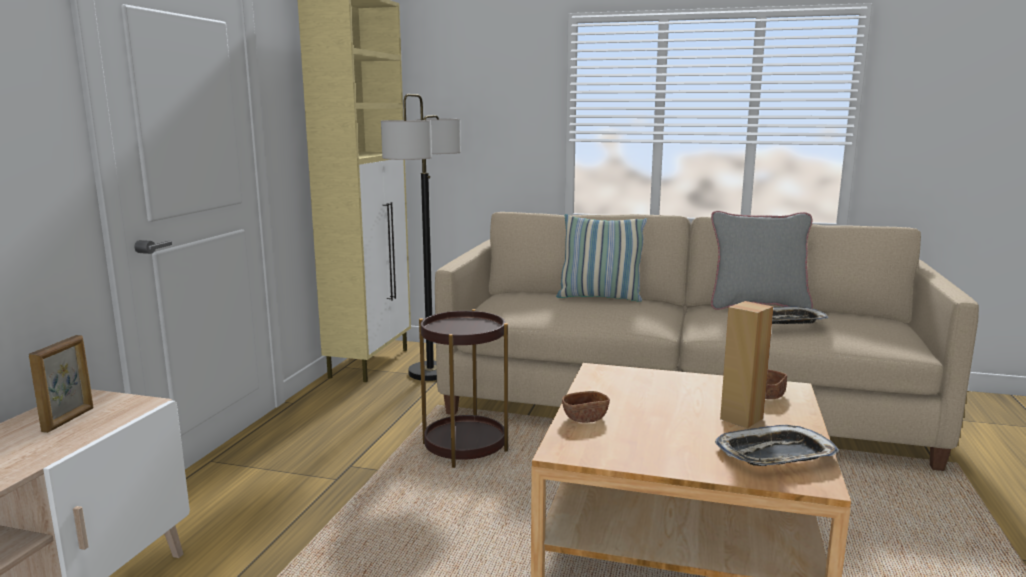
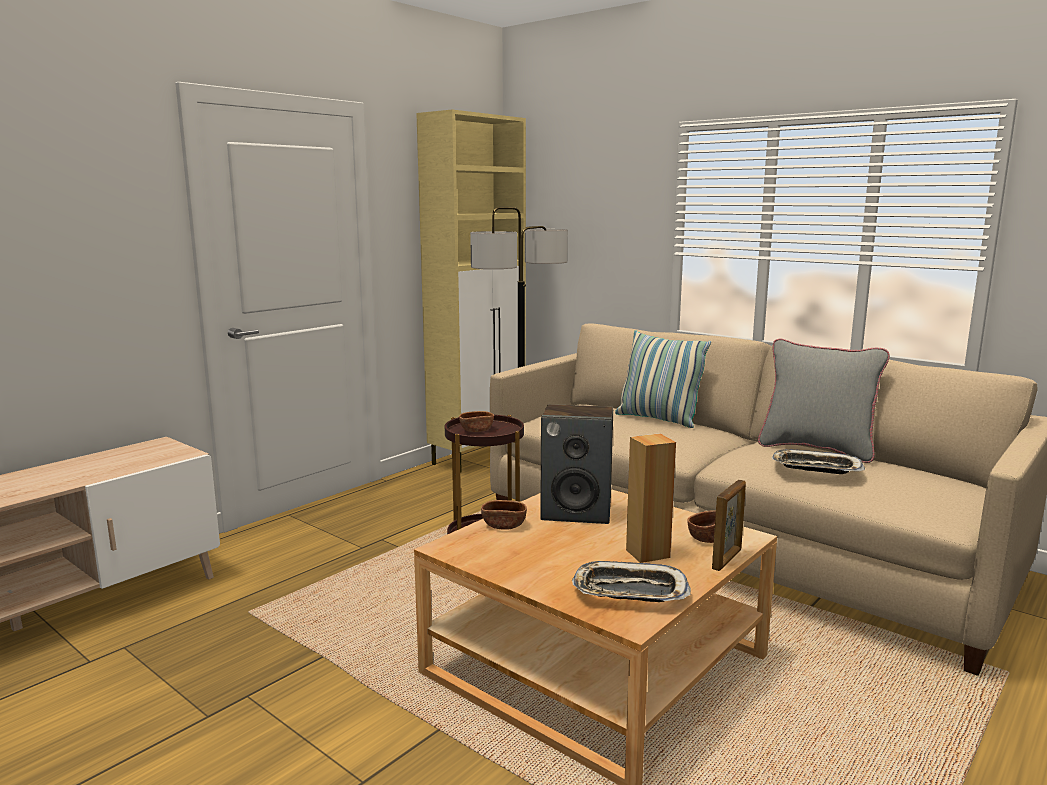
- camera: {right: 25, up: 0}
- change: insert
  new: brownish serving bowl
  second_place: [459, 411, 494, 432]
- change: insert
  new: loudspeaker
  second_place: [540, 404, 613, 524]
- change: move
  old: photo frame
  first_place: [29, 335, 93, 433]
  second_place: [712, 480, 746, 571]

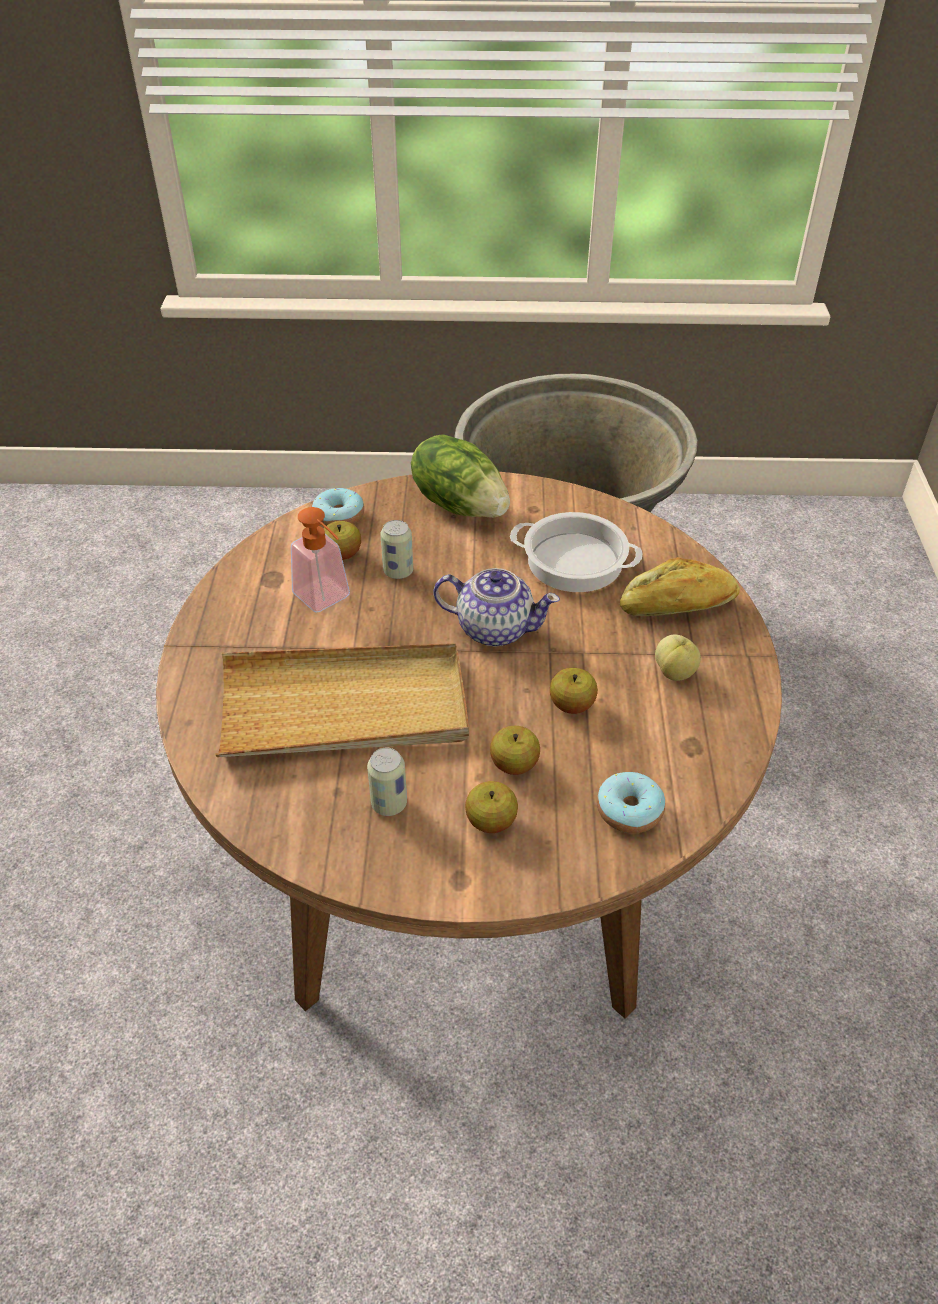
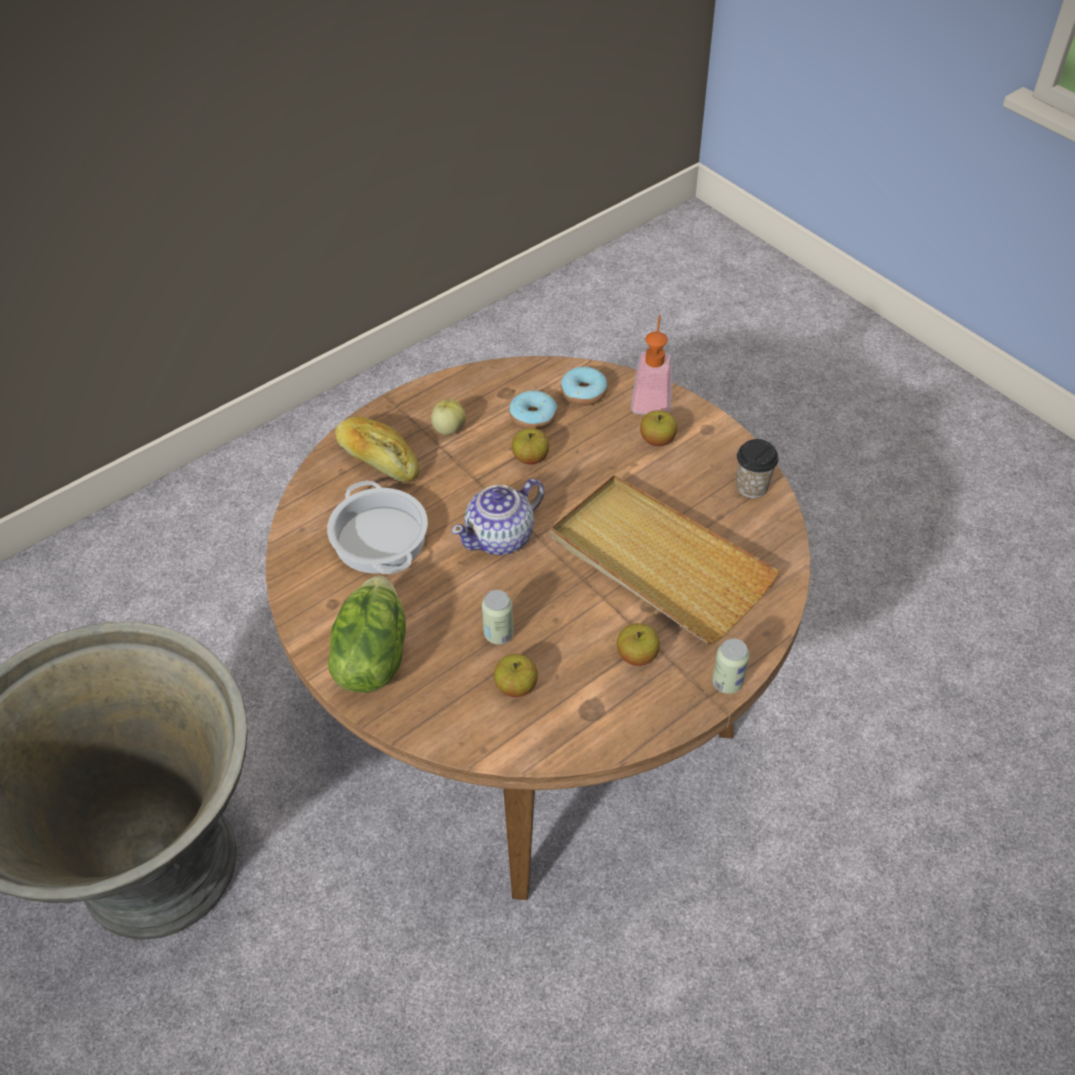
- camera: {right: -130, up: 5}
- change: insert
  new: drinking cup
  second_place: [736, 439, 779, 498]
- change: move
  old: soap bottle
  first_place: [291, 507, 350, 613]
  second_place: [631, 315, 672, 415]
- change: move
  old: donut
  first_place: [312, 488, 364, 525]
  second_place: [509, 390, 557, 430]
- change: move
  old: metal can
  first_place: [367, 748, 407, 816]
  second_place: [712, 639, 750, 694]
- change: move
  old: whole apple
  first_place: [490, 726, 540, 775]
  second_place: [617, 623, 660, 666]
- change: rotate
  old: tea pot
  first_place: [433, 568, 560, 646]
  second_place: [451, 479, 544, 555]
  degrees: -105

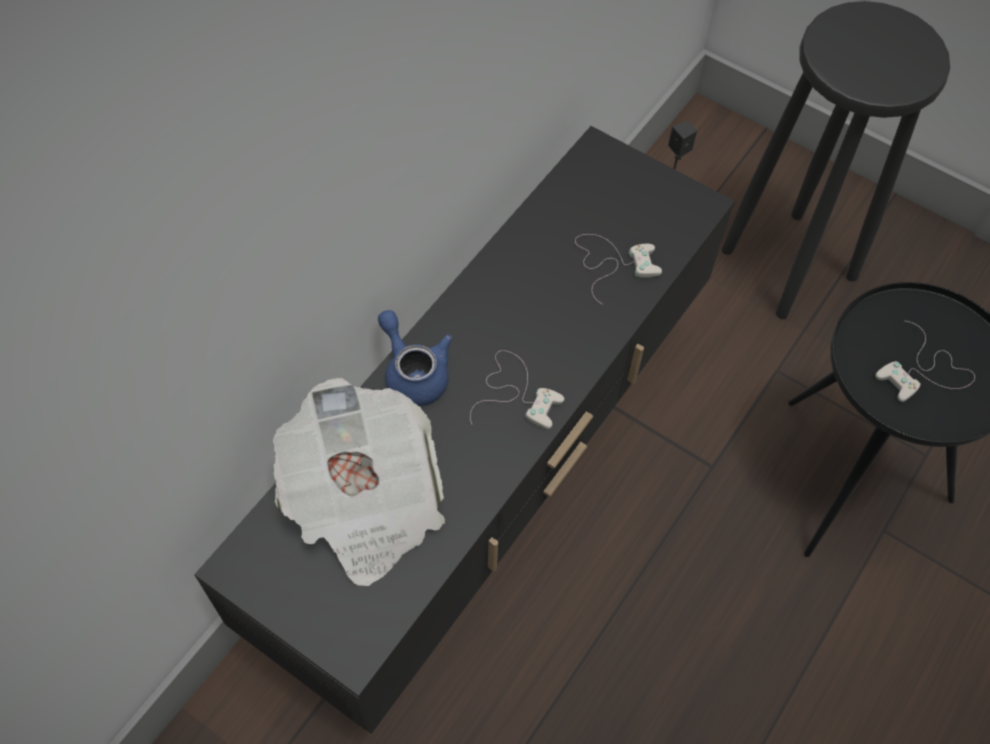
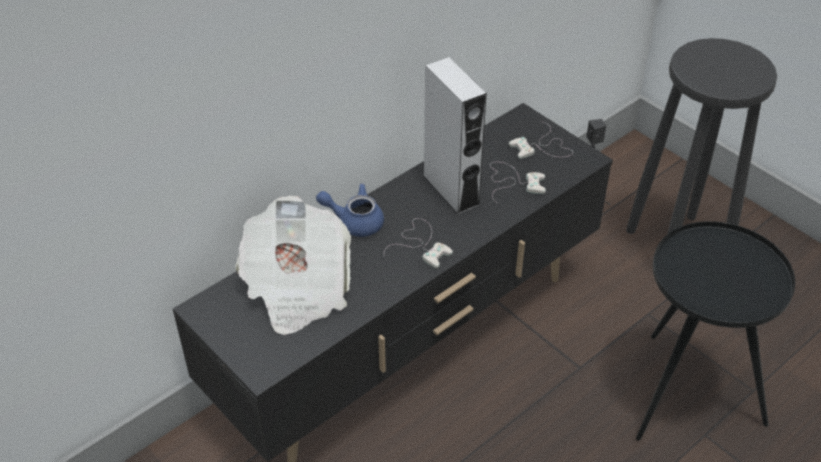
- camera: {right: 15, up: -15}
- change: insert
  new: greyish loudspeaker
  second_place: [423, 57, 487, 215]
- change: move
  old: white-coloured joypad
  first_place: [875, 321, 975, 402]
  second_place: [509, 121, 573, 159]
- change: rotate
  old: blue-coloured tea pot
  first_place: [378, 310, 452, 406]
  second_place: [316, 184, 384, 237]
  degrees: -60

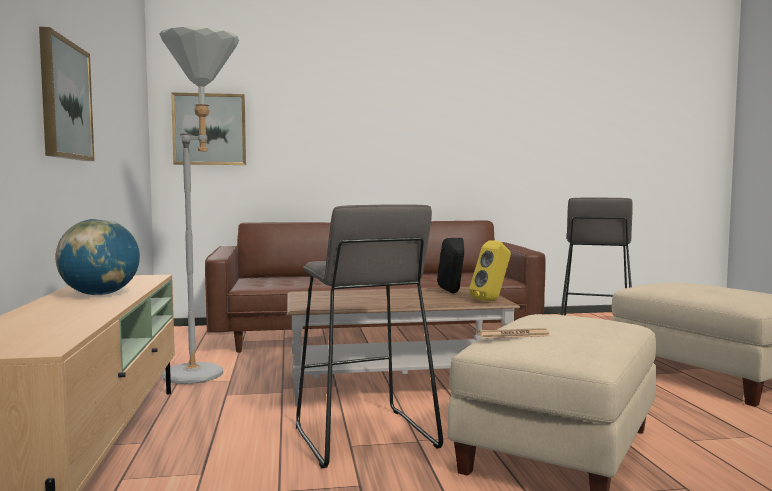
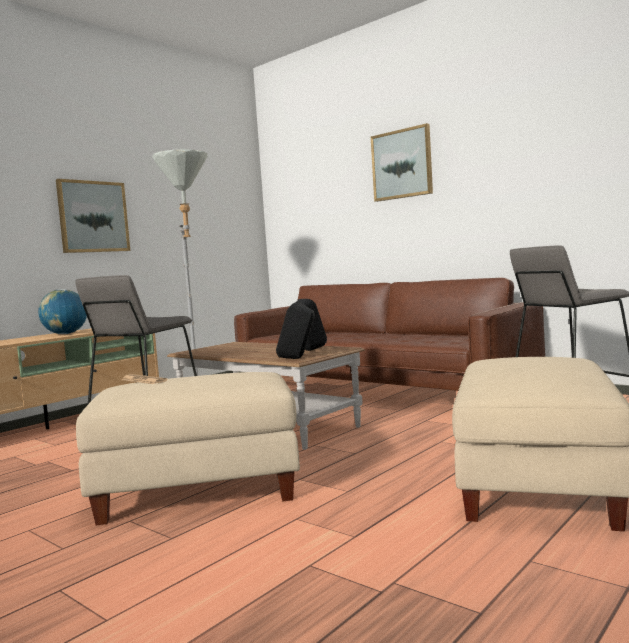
- camera: {right: 50, up: 0}
- change: move
  old: wall art
  first_place: [171, 92, 246, 165]
  second_place: [371, 123, 433, 202]
- change: recolor
  old: yellow-coloured loudspeaker
  new: blackish loudspeaker
  first_place: [469, 241, 511, 301]
  second_place: [276, 302, 315, 359]

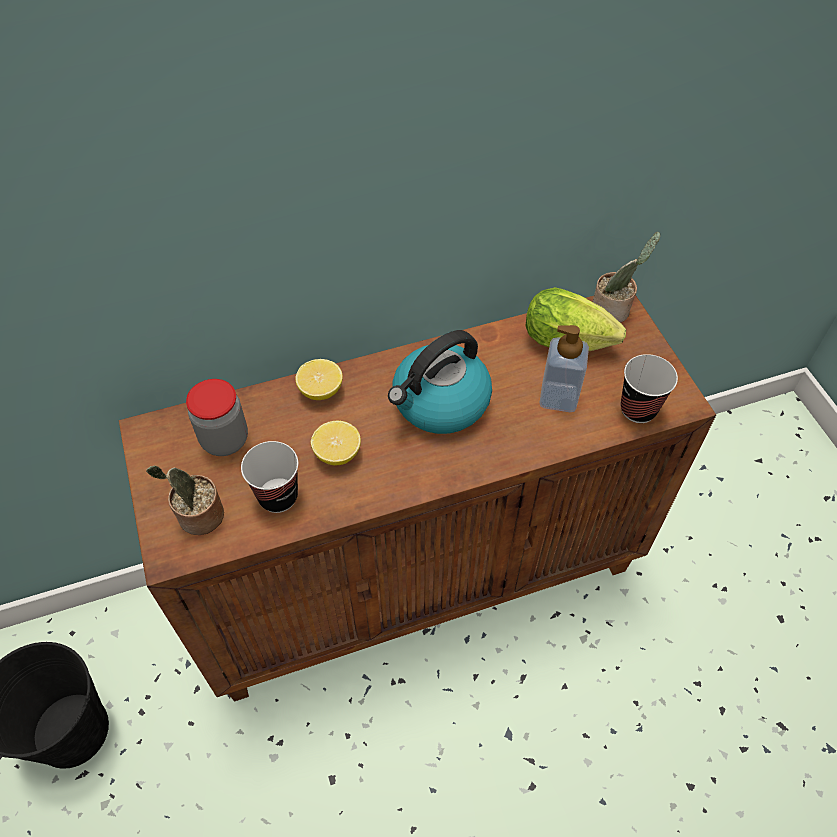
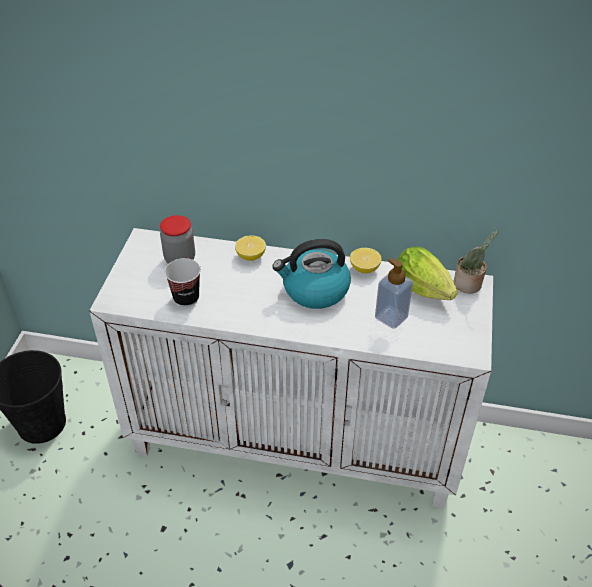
- camera: {right: 30, up: -10}
- change: delete
  old: houseplant
  first_place: [146, 466, 224, 535]
- change: delete
  old: drinking cup
  first_place: [621, 354, 678, 423]
- change: move
  old: whole lemon
  first_place: [311, 421, 361, 466]
  second_place: [350, 248, 381, 273]
- change: recolor
  old: brownish storage cabinet
  new: white-coloured storage cabinet
  first_place: [119, 295, 716, 702]
  second_place: [89, 228, 493, 508]

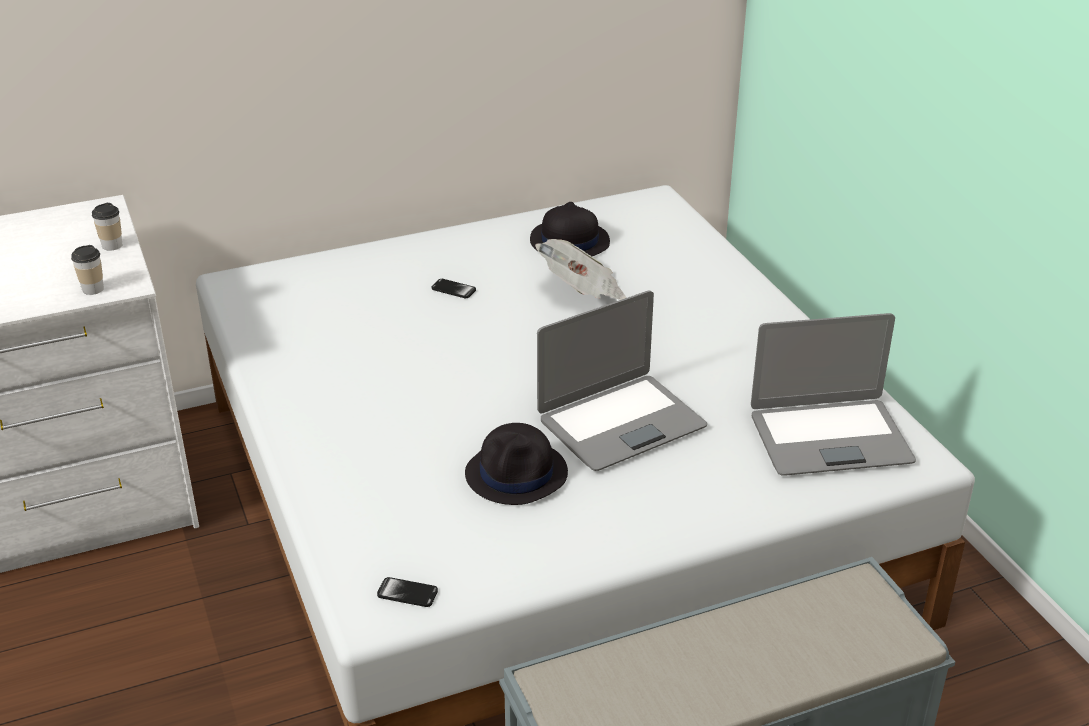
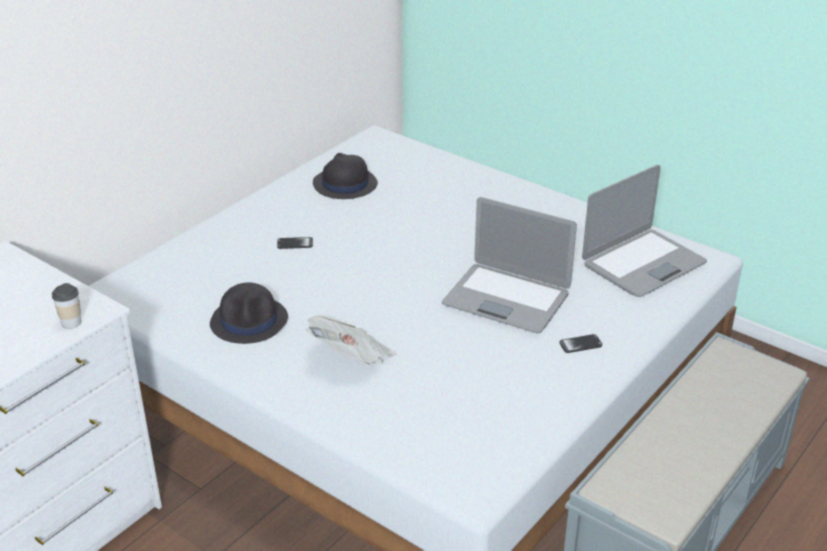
- camera: {right: -30, up: 0}
- change: delete
  old: drinking cup
  first_place: [92, 203, 123, 251]
- change: move
  old: handset
  first_place: [377, 577, 438, 607]
  second_place: [559, 334, 602, 353]
- change: move
  old: blackish wearable hat
  first_place: [465, 423, 568, 505]
  second_place: [210, 283, 288, 344]
- change: move
  old: daily paper
  first_place: [535, 239, 626, 300]
  second_place: [306, 315, 396, 364]
- change: rotate
  old: portable computer
  first_place: [537, 290, 707, 471]
  second_place: [442, 197, 577, 333]
  degrees: 90

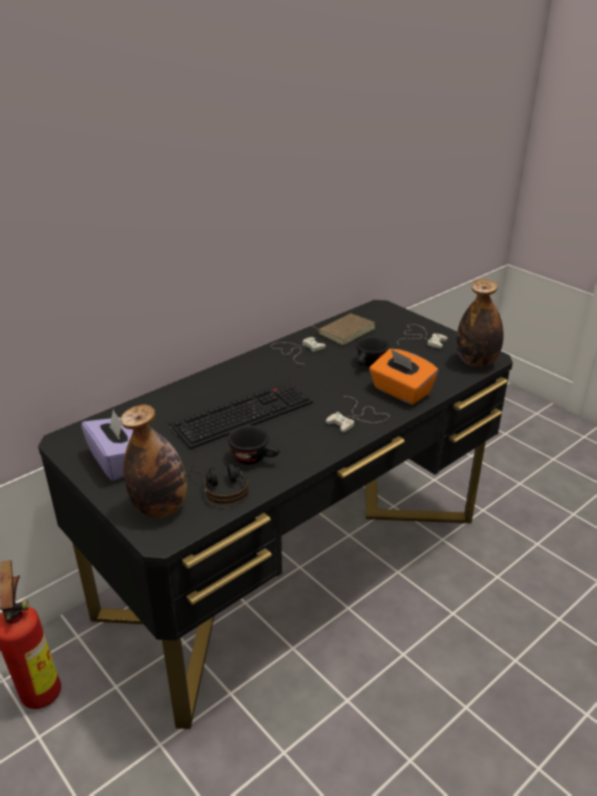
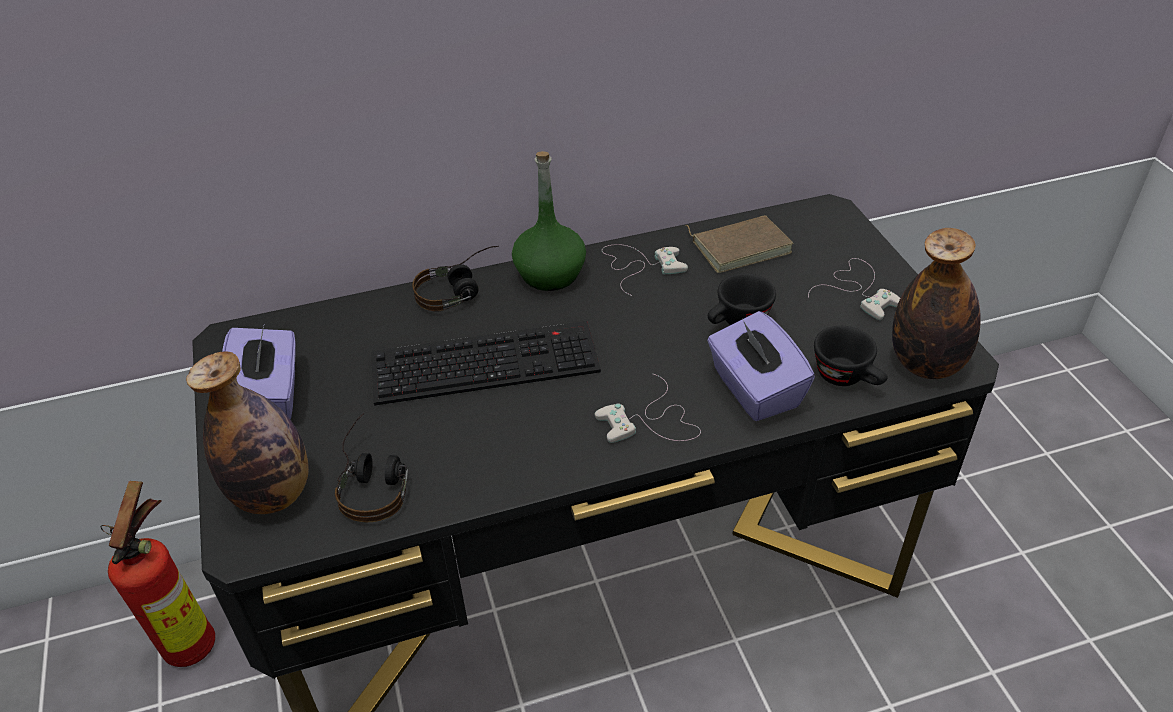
- camera: {right: 25, up: 10}
- change: insert
  new: headphones
  second_place: [412, 246, 499, 311]
- change: insert
  new: green-coloured bottle
  second_place: [512, 151, 586, 291]
- change: move
  old: blackish drinking cup
  first_place: [228, 425, 280, 465]
  second_place: [814, 326, 888, 386]
- change: recolor
  old: orangey box of tissues
  new: purple-coloured box of tissues
  first_place: [369, 349, 438, 405]
  second_place: [707, 311, 815, 421]

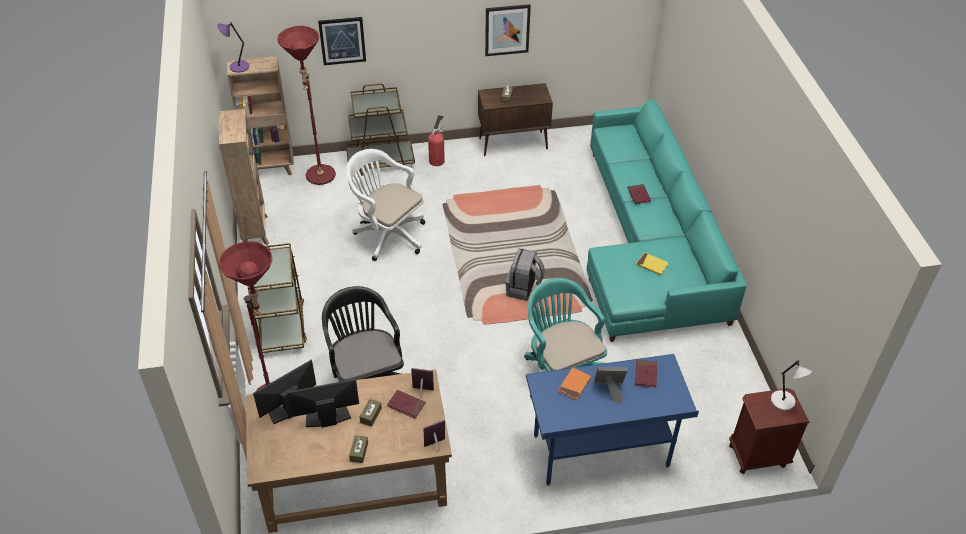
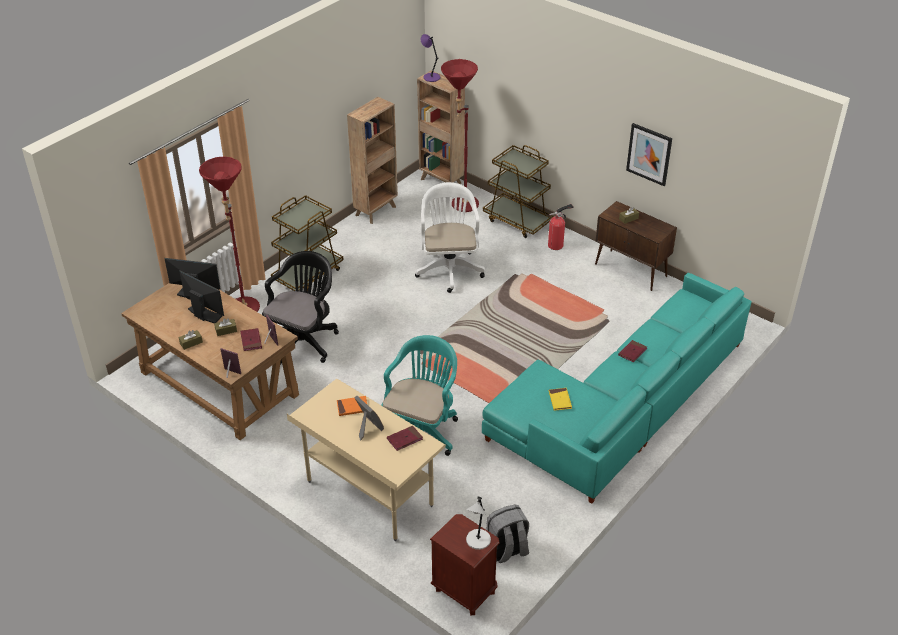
- camera: {right: 50, up: -5}
- change: delete
  old: wall art
  first_place: [318, 17, 366, 65]
- change: move
  old: greyish rucksack
  first_place: [506, 248, 545, 301]
  second_place: [486, 505, 529, 563]
- change: recolor
  old: blue-coloured desk table
  new: sand-coloured desk table
  first_place: [526, 354, 699, 486]
  second_place: [287, 379, 446, 541]

